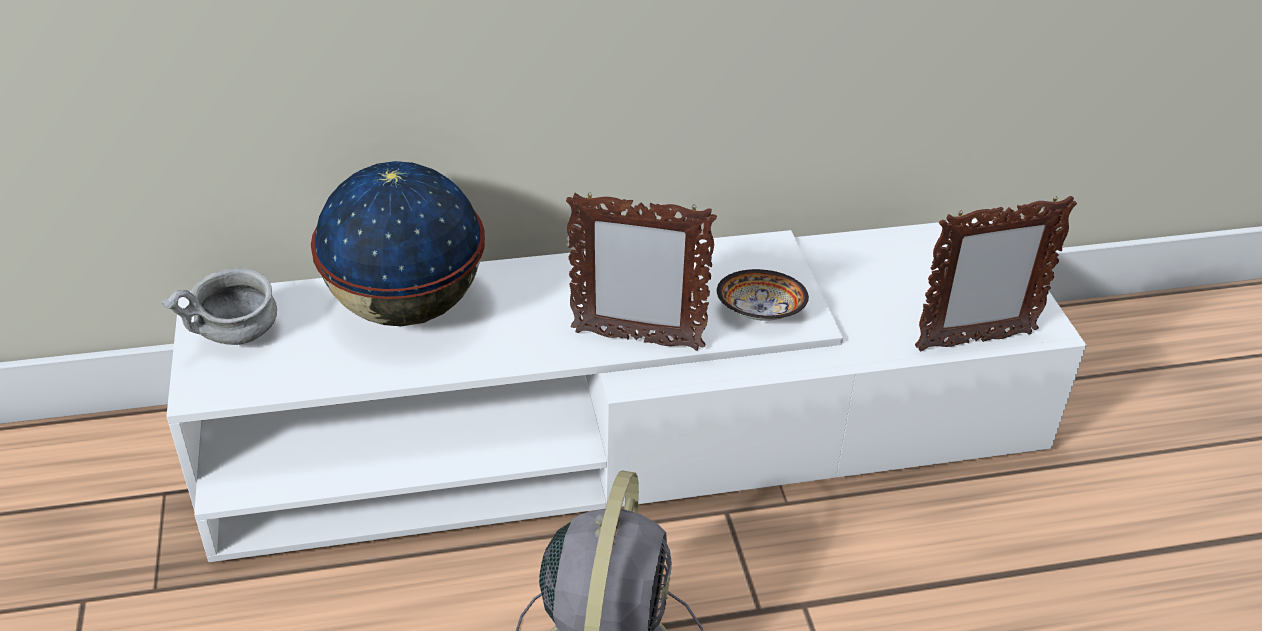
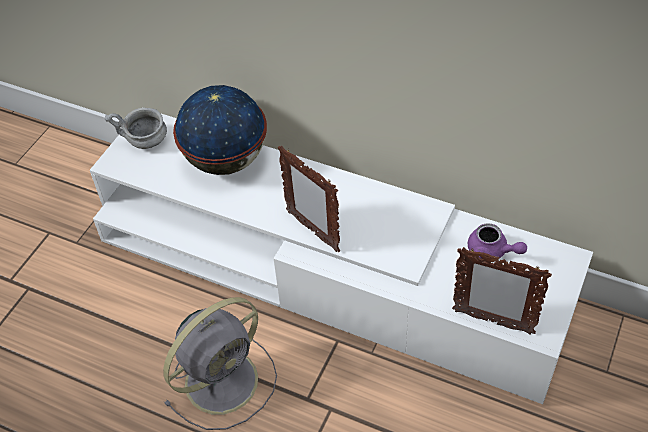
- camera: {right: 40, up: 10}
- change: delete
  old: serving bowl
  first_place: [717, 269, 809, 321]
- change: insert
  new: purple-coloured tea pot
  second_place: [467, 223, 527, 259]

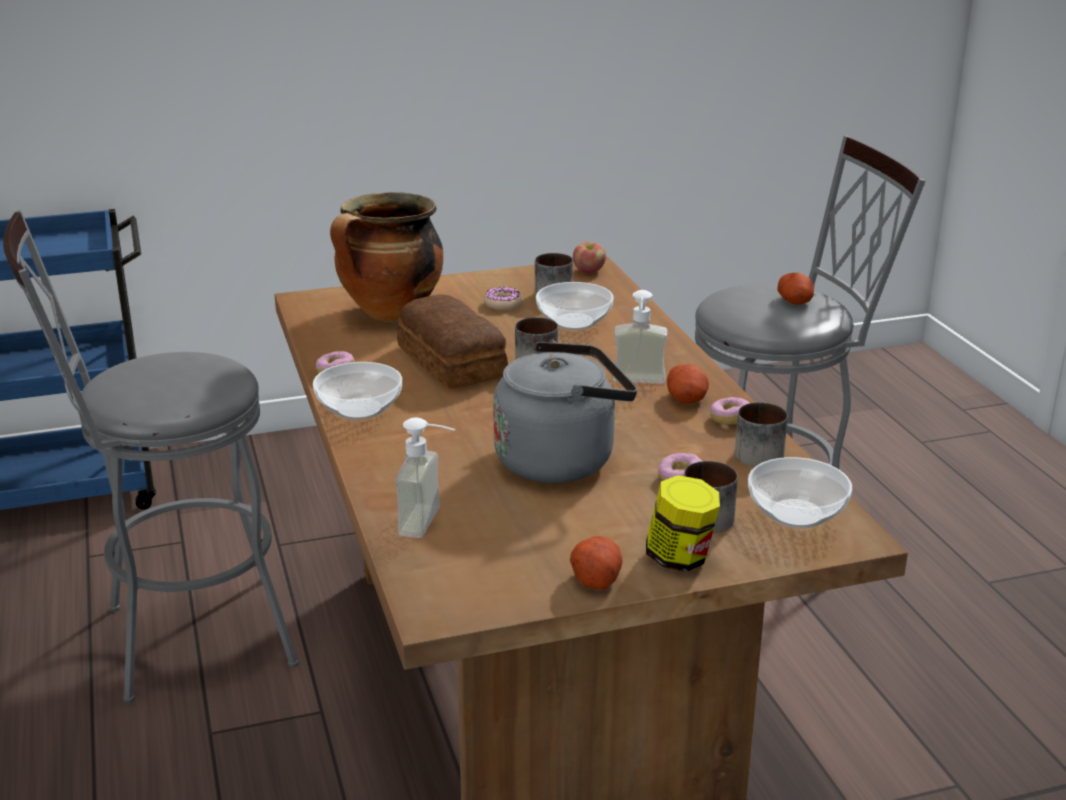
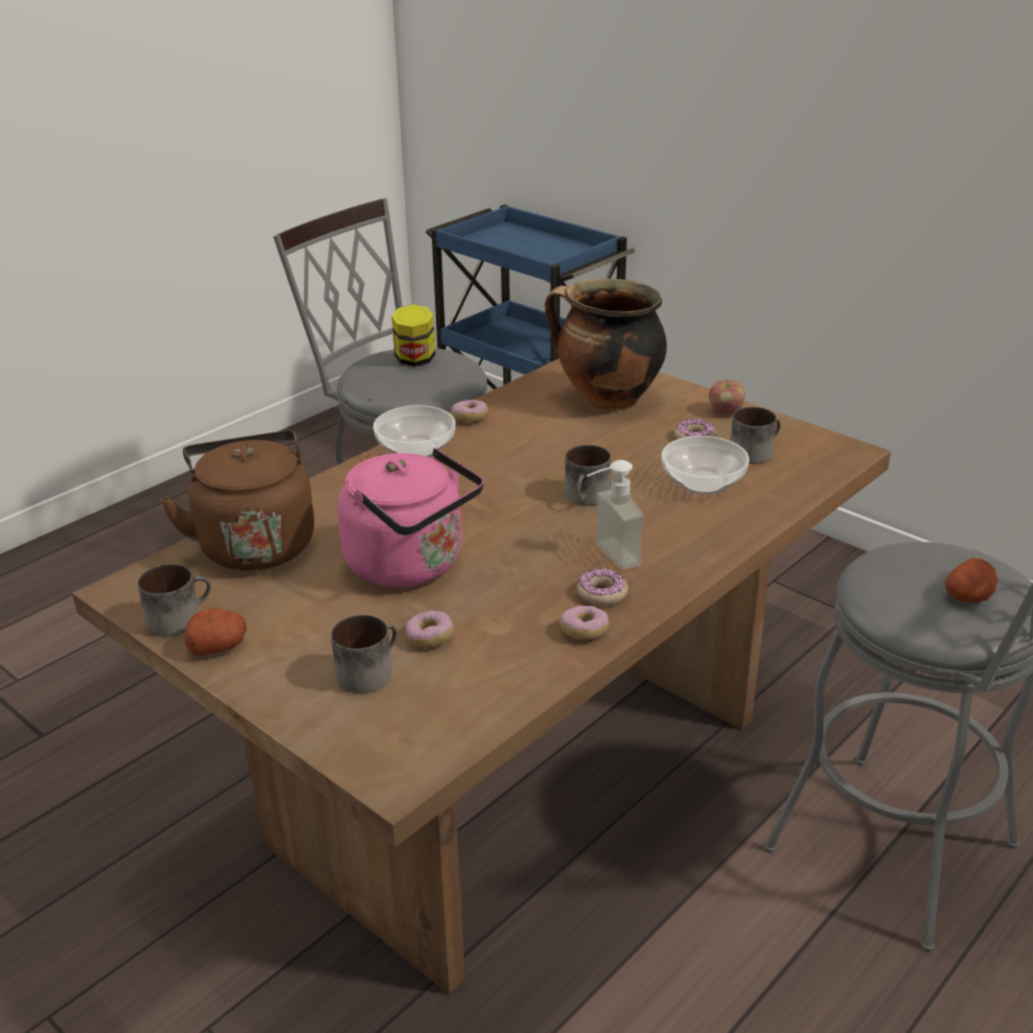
- camera: {right: 60, up: 5}
- change: delete
  old: bakery bread
  first_place: [397, 295, 508, 389]
- change: delete
  old: serving bowl
  first_place: [748, 457, 852, 528]
- change: move
  old: whole apple
  first_place: [573, 242, 606, 273]
  second_place: [709, 379, 745, 415]
- change: move
  old: jar
  first_place: [646, 475, 720, 572]
  second_place: [391, 304, 435, 366]
- change: move
  old: coffee mug
  first_place: [735, 402, 788, 467]
  second_place: [137, 564, 211, 637]
- change: replace
  old: soap bottle
  new: brownish water kettle
  first_place: [395, 418, 455, 538]
  second_place: [160, 431, 314, 571]
- change: replace
  old: potato
  new: donut
  first_place: [667, 364, 709, 404]
  second_place: [577, 568, 628, 606]
- change: recolor
  old: greyish water kettle
  new: pinkish water kettle
  first_place: [493, 342, 637, 483]
  second_place: [338, 448, 484, 587]

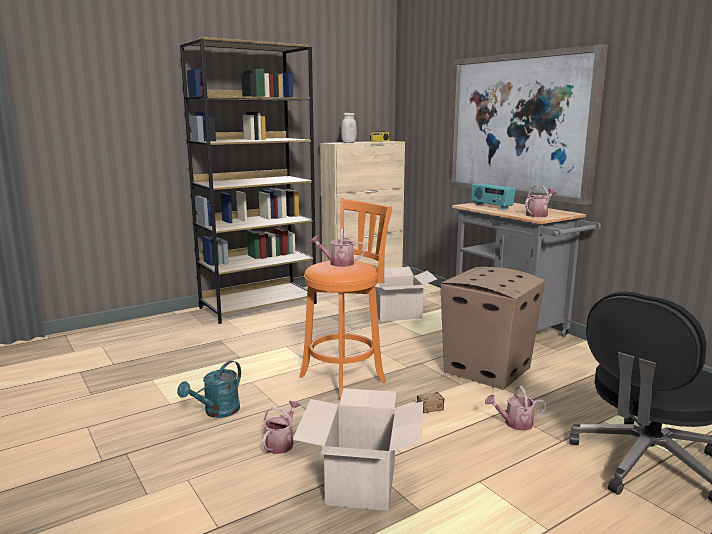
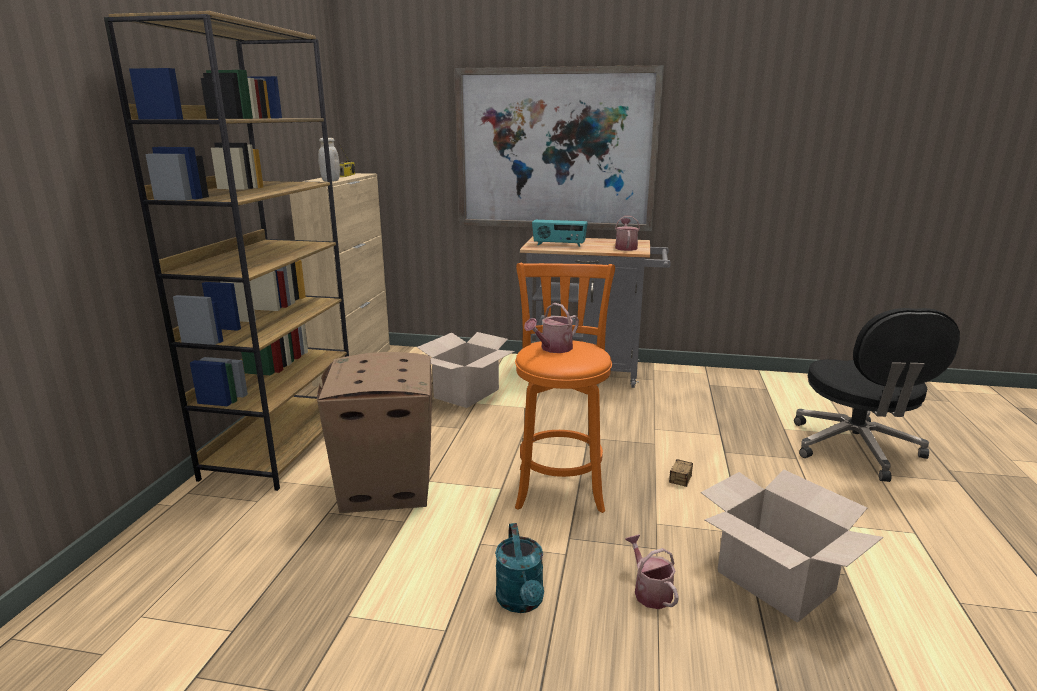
- camera: {right: -45, up: 5}
- change: delete
  old: watering can
  first_place: [485, 386, 546, 431]
- change: move
  old: packing box
  first_place: [440, 267, 545, 390]
  second_place: [317, 352, 432, 513]

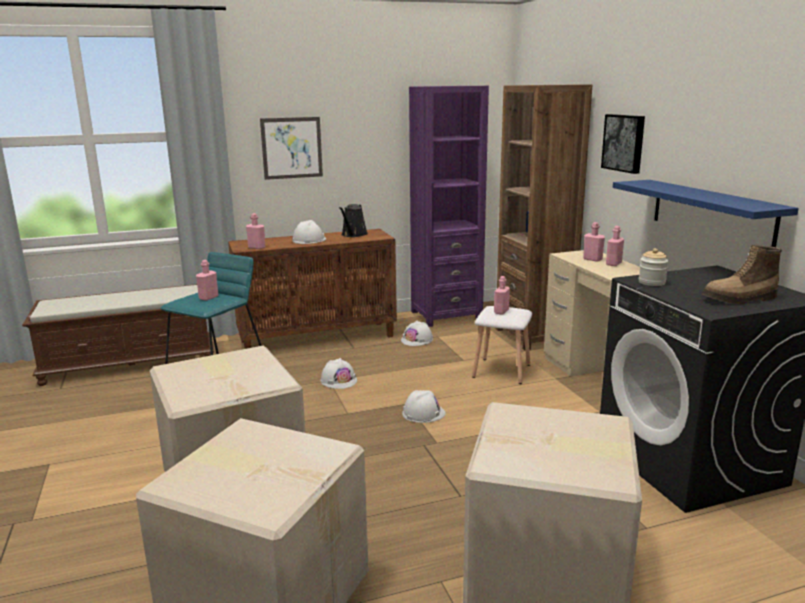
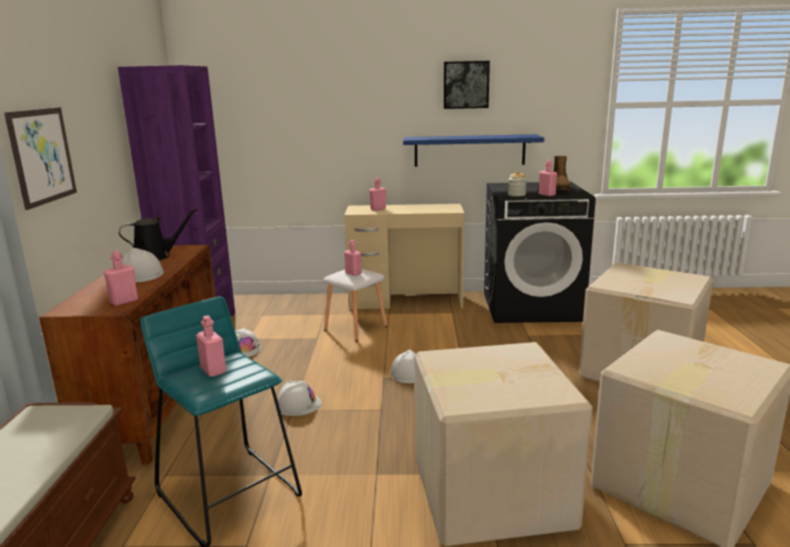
- camera: {right: -70, up: 0}
- change: delete
  old: brownish bookshelf
  first_place: [496, 84, 592, 350]
- change: move
  old: wall art
  first_place: [601, 114, 645, 174]
  second_place: [444, 61, 490, 109]
- change: move
  old: pinkish bottle
  first_place: [606, 226, 624, 266]
  second_place: [539, 160, 557, 196]
- change: rotate
  old: blackish watering can
  first_place: [339, 204, 368, 237]
  second_place: [119, 208, 197, 260]
  degrees: -60

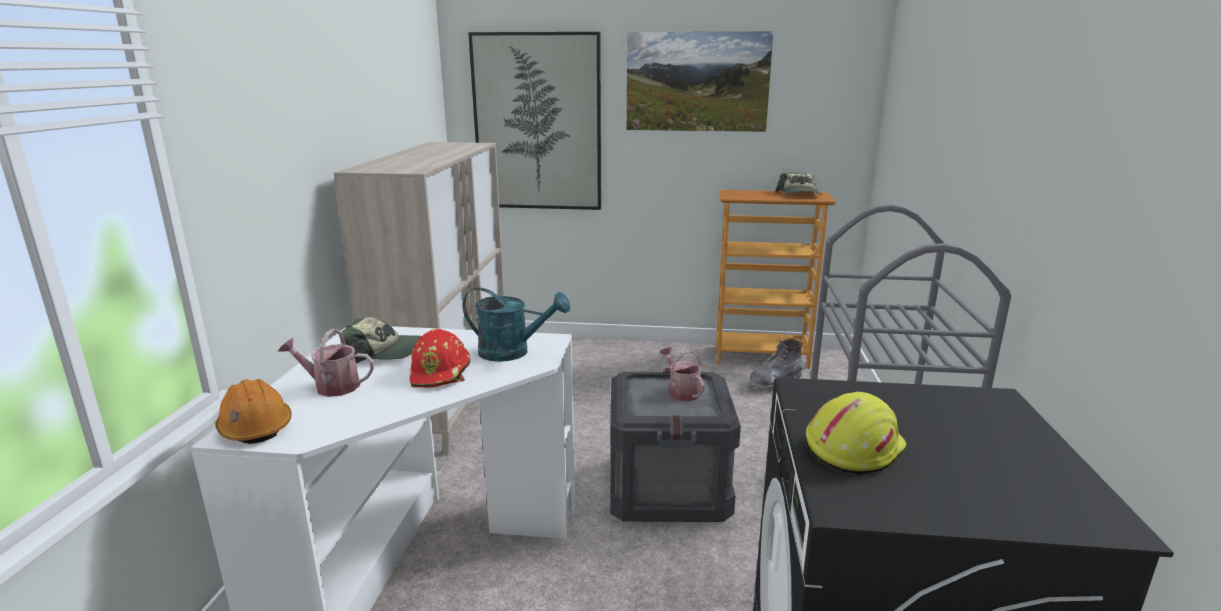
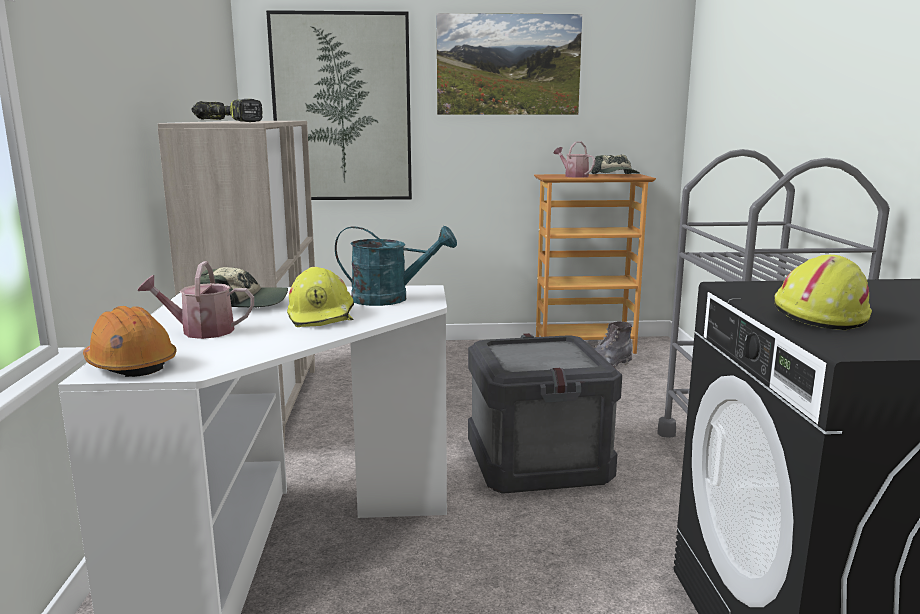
- camera: {right: -10, up: -5}
- change: insert
  new: electric drill
  second_place: [192, 99, 263, 122]
- change: move
  old: watering can
  first_place: [660, 347, 704, 401]
  second_place: [554, 142, 595, 178]
- change: recolor
  old: red hard hat
  new: yellow-coloured hard hat
  first_place: [410, 329, 470, 388]
  second_place: [287, 267, 354, 327]

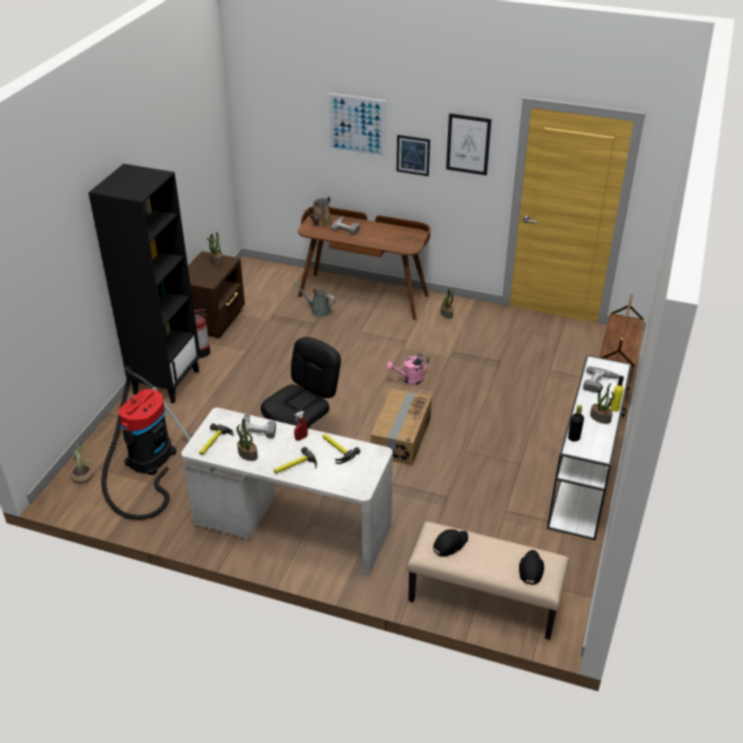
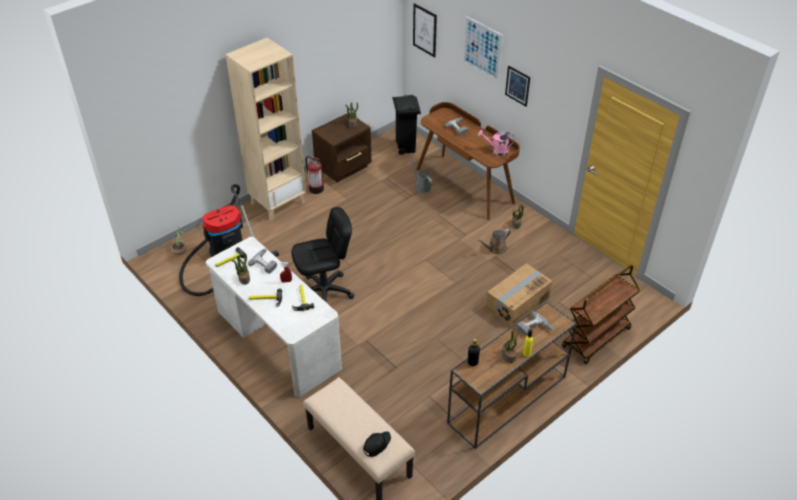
- camera: {right: 30, up: 5}
- change: delete
  old: blackish cap
  first_place: [433, 529, 468, 557]
- change: insert
  new: blackish waste bin
  second_place: [393, 95, 421, 155]
- change: move
  old: brownish watering can
  first_place: [304, 196, 332, 227]
  second_place: [477, 229, 511, 254]
- change: move
  old: packing box
  first_place: [371, 389, 432, 466]
  second_place: [486, 263, 552, 327]
- change: move
  old: pinkish watering can
  first_place: [386, 354, 429, 385]
  second_place: [478, 130, 514, 156]
- change: move
  old: wall art
  first_place: [446, 113, 491, 176]
  second_place: [413, 3, 437, 58]
- change: recolor
  old: blackish bookshelf
  new: sand-coloured bookshelf
  first_place: [88, 164, 201, 404]
  second_place: [225, 38, 306, 221]
- change: recolor
  old: white-coloured narrow table
  new: brownish narrow table
  first_place: [547, 355, 632, 540]
  second_place: [447, 302, 577, 449]

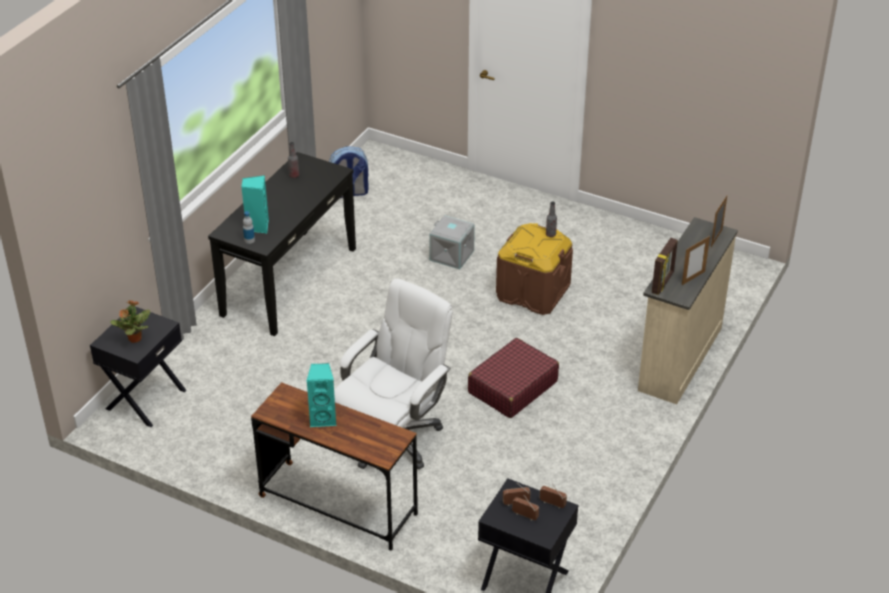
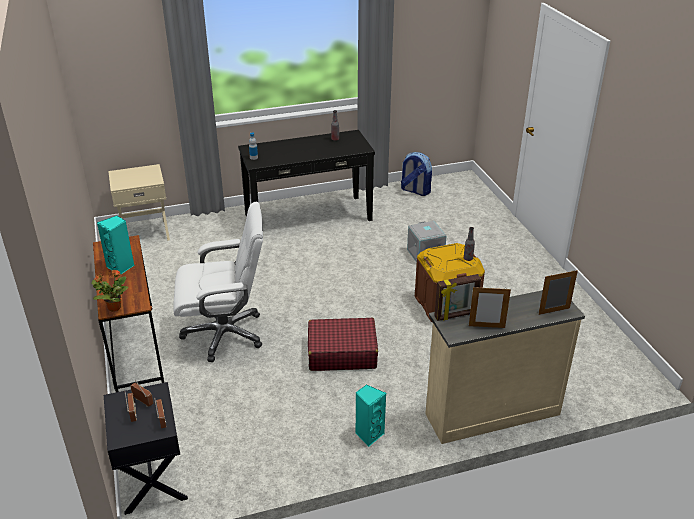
- camera: {right: 45, up: -5}
- change: move
  old: houseplant
  first_place: [110, 300, 150, 343]
  second_place: [92, 270, 129, 312]
- change: move
  old: blue-green loudspeaker
  first_place: [241, 175, 269, 233]
  second_place: [355, 384, 386, 447]
- change: recolor
  old: blackish bedside table
  new: sand-coloured bedside table
  first_place: [90, 306, 187, 427]
  second_place: [108, 164, 170, 241]

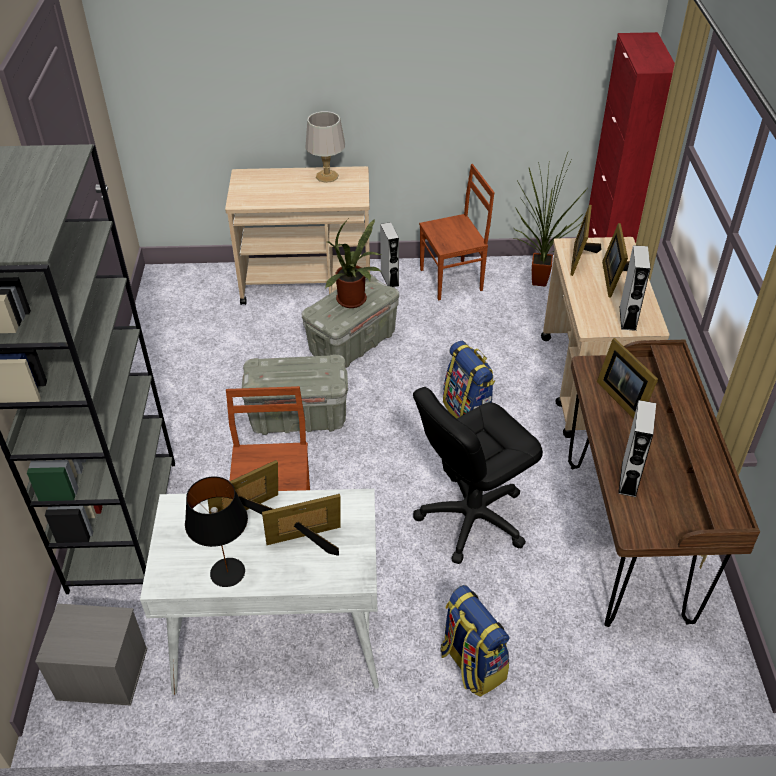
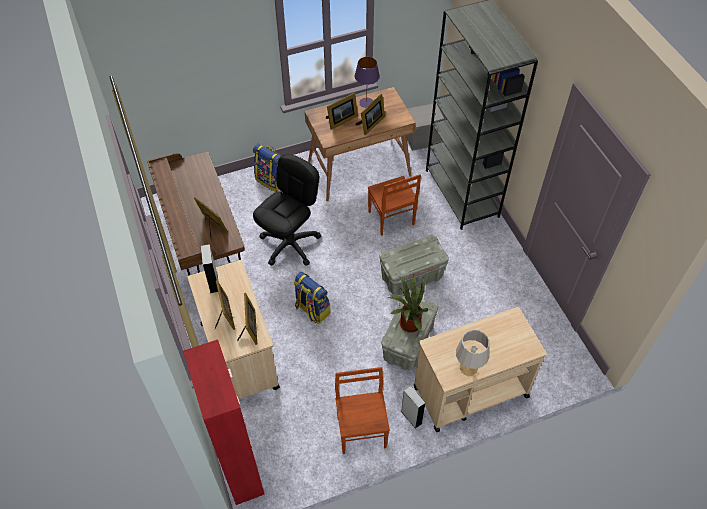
- camera: {right: 160, up: 10}
- change: delete
  old: houseplant
  first_place: [514, 153, 587, 286]
- change: delete
  old: greyish loudspeaker
  first_place: [618, 400, 656, 497]
- change: recolor
  old: white-coloured desk table
  new: brownish desk table
  first_place: [140, 489, 379, 695]
  second_place: [305, 87, 416, 202]
- change: recolor
  old: blackish lamp for a table
  new: purple-coloured lamp for a table
  first_place: [185, 476, 248, 587]
  second_place: [355, 57, 380, 108]
- change: rotate
  old: brownish plain chair
  first_place: [419, 164, 495, 300]
  second_place: [335, 367, 390, 454]
  degrees: 120

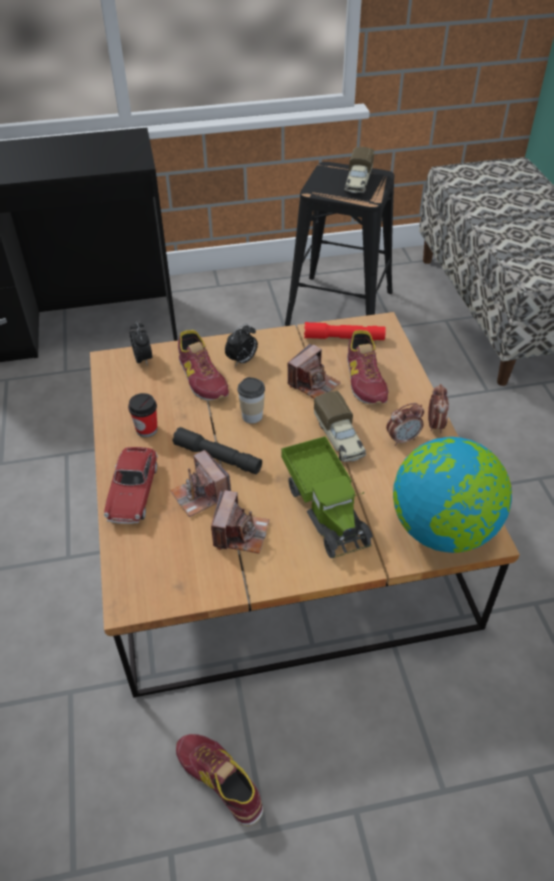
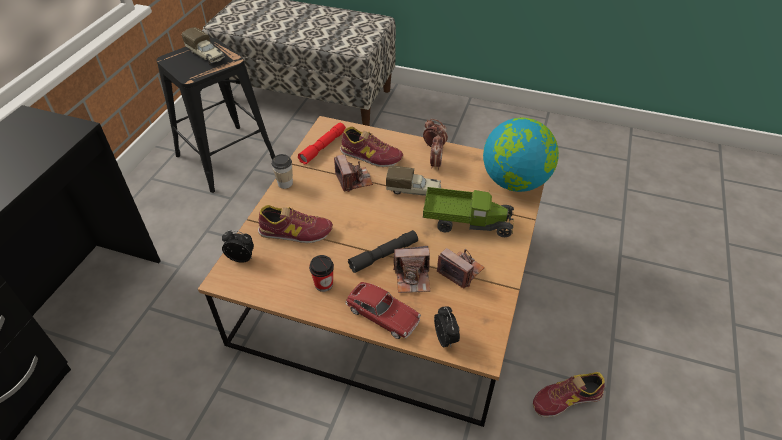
- camera: {right: -60, up: 0}
- change: move
  old: table clock
  first_place: [225, 323, 258, 366]
  second_place: [434, 306, 460, 347]
- change: move
  old: drinking cup
  first_place: [237, 377, 265, 424]
  second_place: [271, 154, 293, 189]

